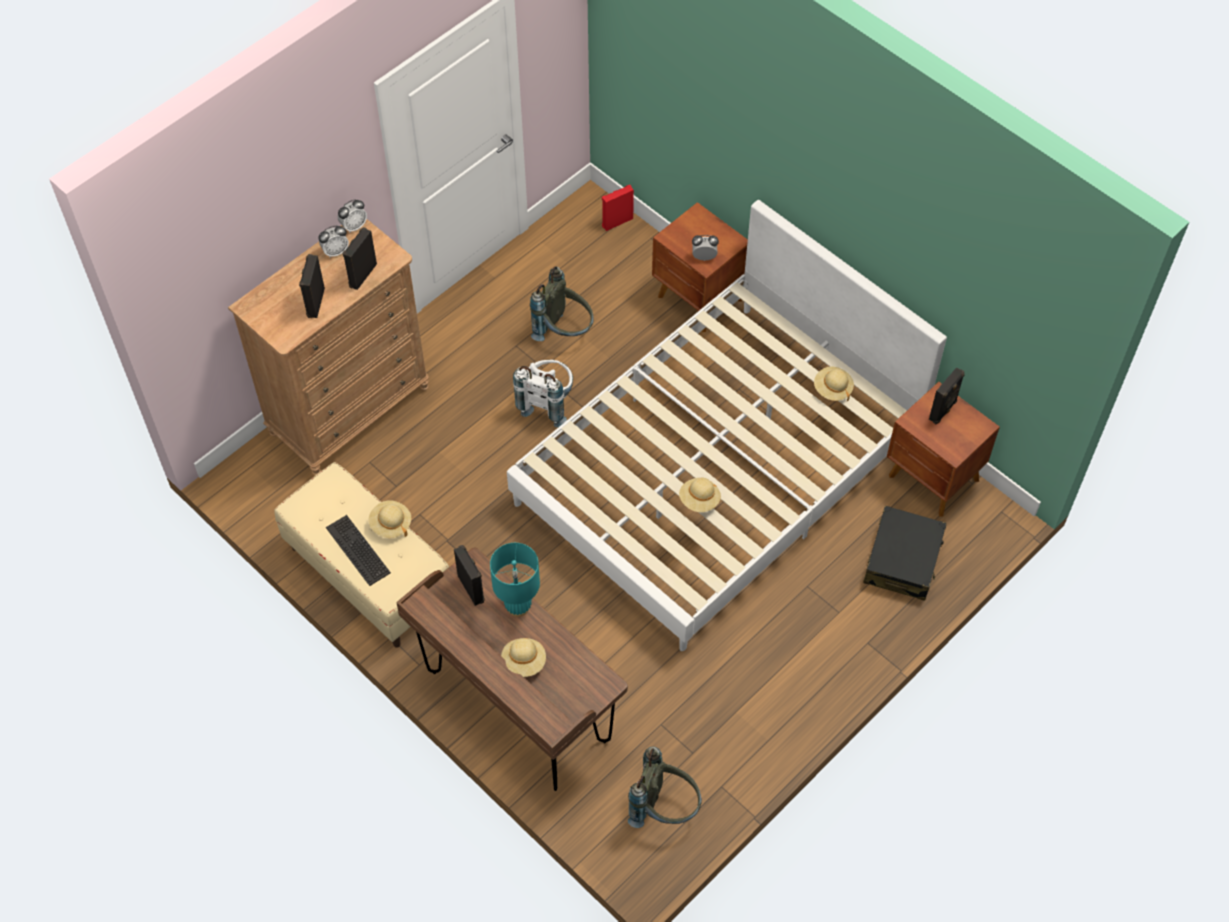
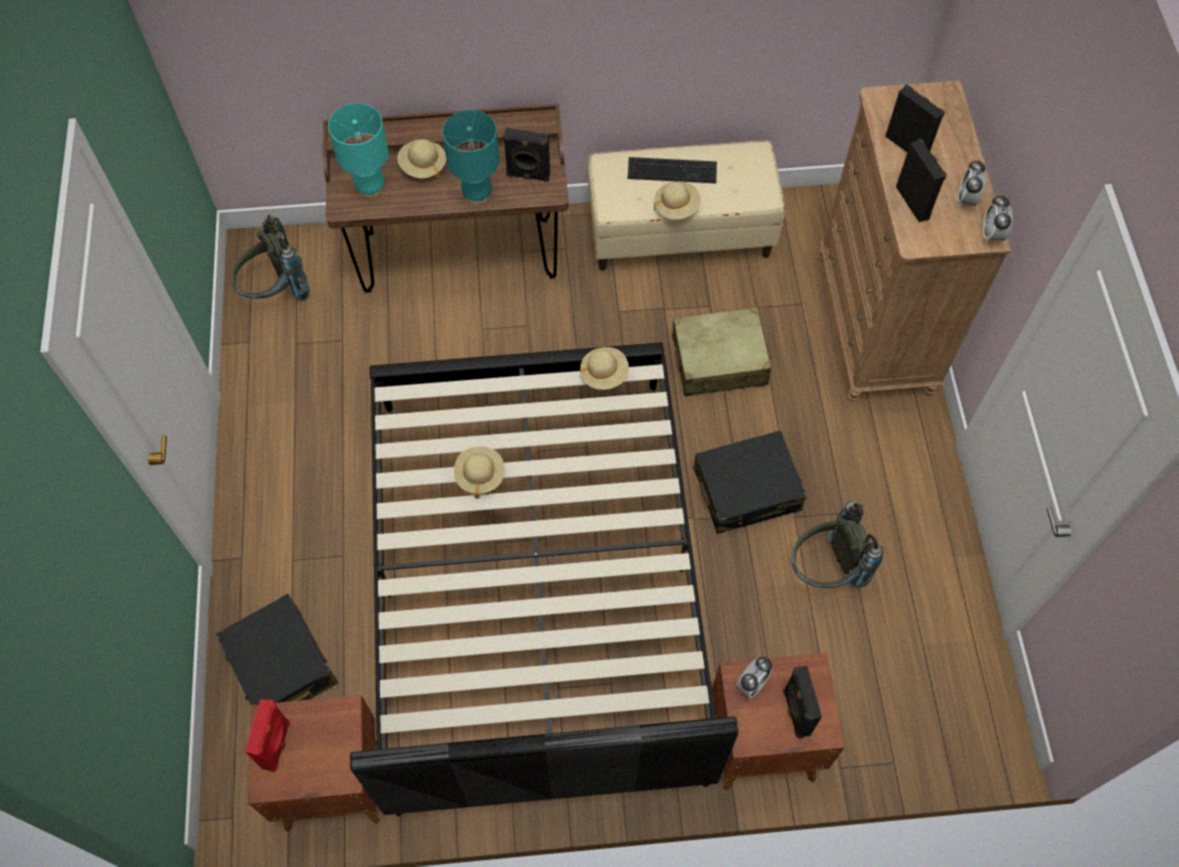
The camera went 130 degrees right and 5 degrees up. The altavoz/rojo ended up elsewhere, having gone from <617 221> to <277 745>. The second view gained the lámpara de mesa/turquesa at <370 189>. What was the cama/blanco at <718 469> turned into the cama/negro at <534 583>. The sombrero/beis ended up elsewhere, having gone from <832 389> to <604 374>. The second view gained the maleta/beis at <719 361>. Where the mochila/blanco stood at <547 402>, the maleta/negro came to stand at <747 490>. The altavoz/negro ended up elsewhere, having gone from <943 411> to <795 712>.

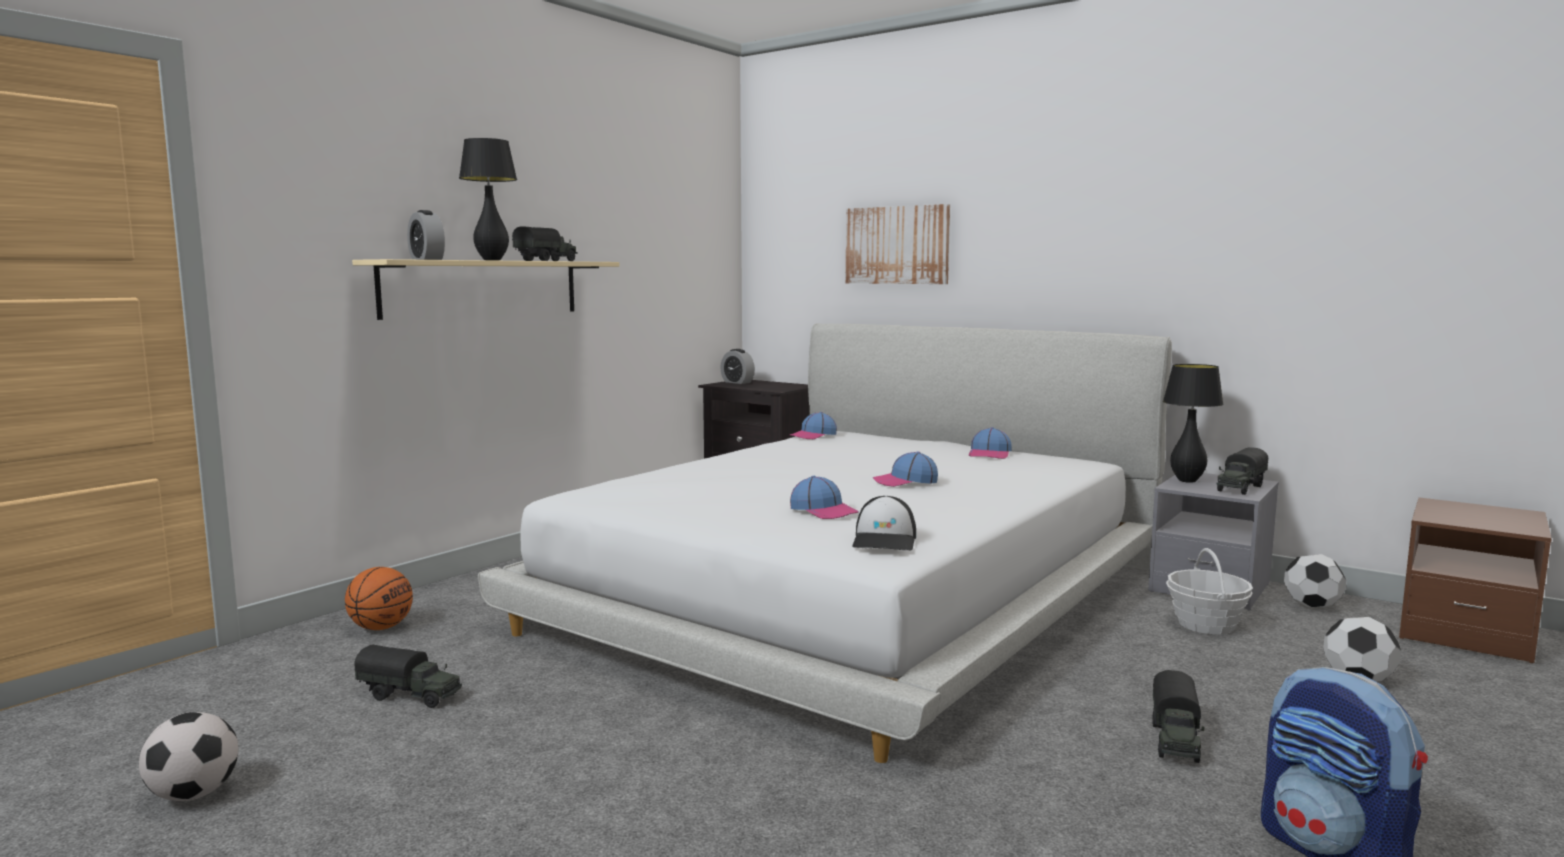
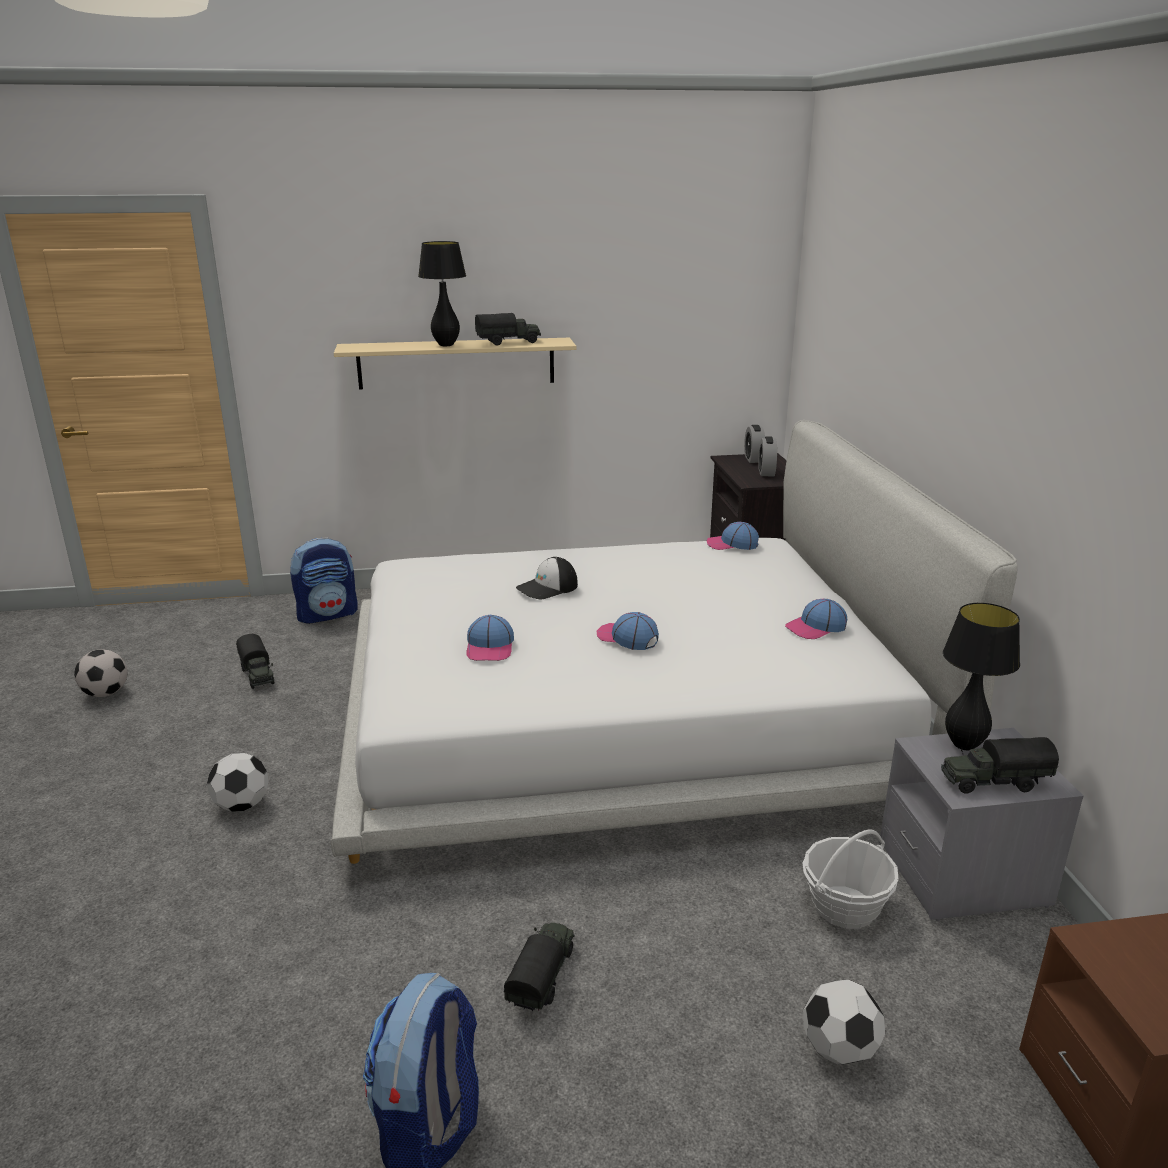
The camera went 45 degrees right and 15 degrees up. The balón de fútbol ended up elsewhere, having gone from <1312 606> to <242 805>. Where the balón de baloncesto stood at <381 628>, the mochila came to stand at <328 614>. The camión de juguete at <1175 740> ended up facing another way, 135 degrees clockwise from before. The gorra ended up elsewhere, having gone from <885 540> to <547 588>. The despertador ended up elsewhere, having gone from <427 259> to <766 472>. The second view lost the cuadro at <897 245>.

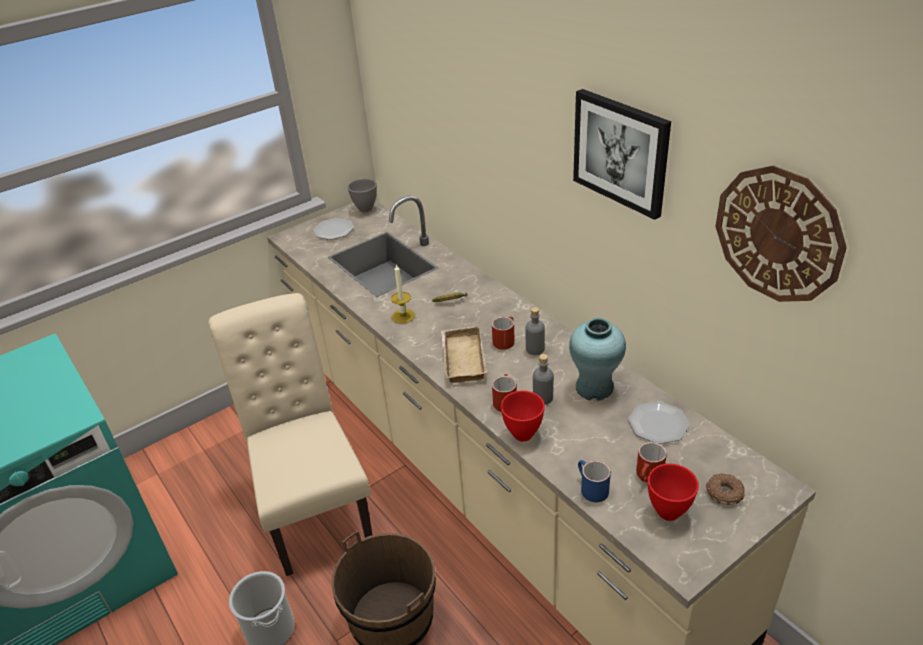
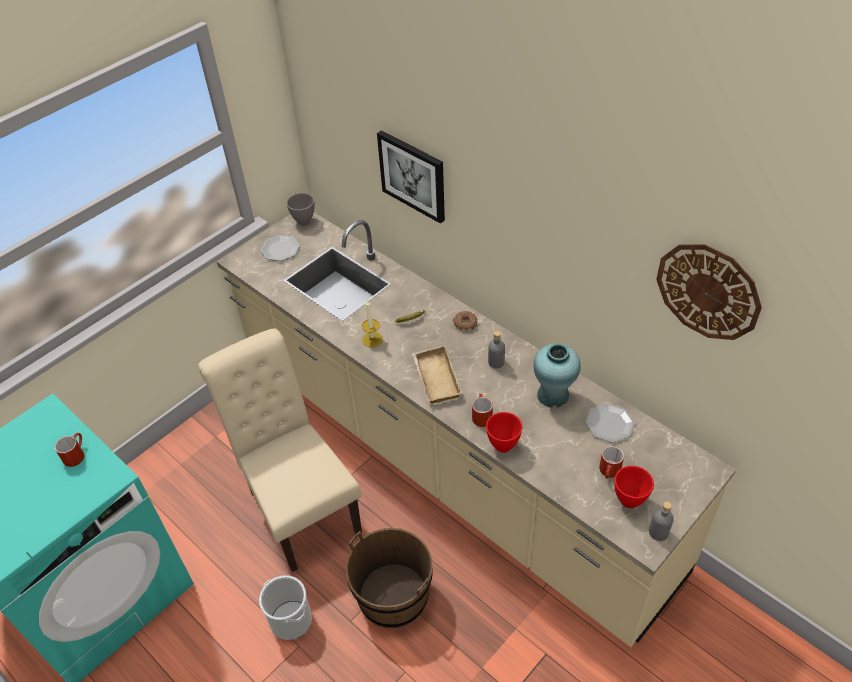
The camera went 10 degrees left and 10 degrees up. The taza grande/rojo ended up elsewhere, having gone from <504 340> to <75 454>. The cuadro ended up elsewhere, having gone from <621 152> to <413 175>. The rosquilla ended up elsewhere, having gone from <723 493> to <465 323>. The botella/gris ended up elsewhere, having gone from <543 398> to <658 532>. The second view lost the taza grande/azul at <590 488>.

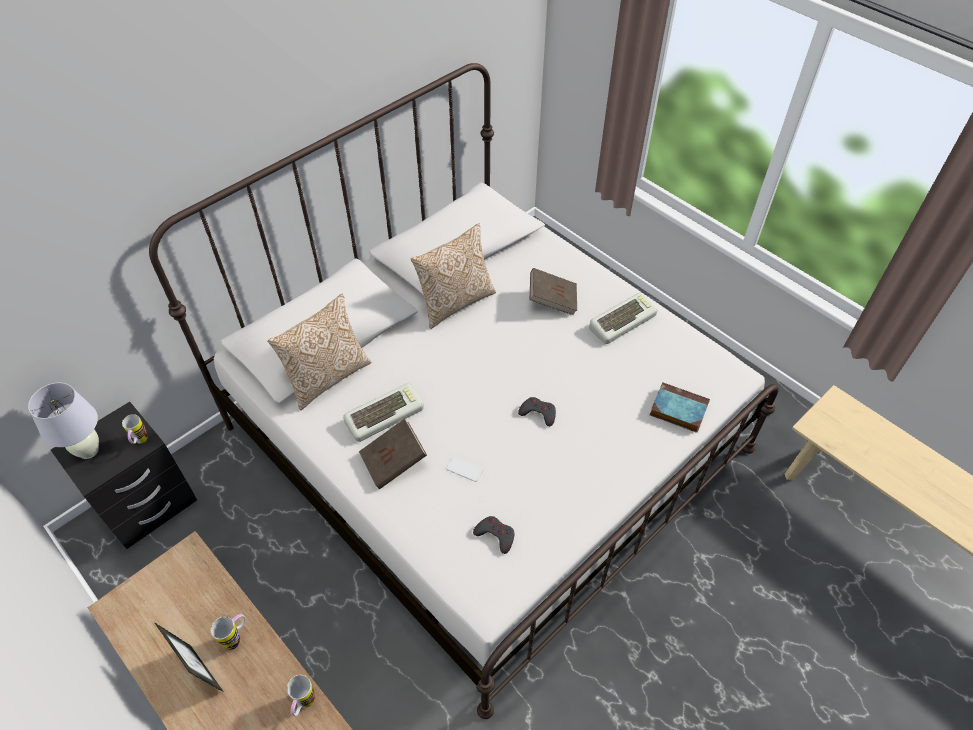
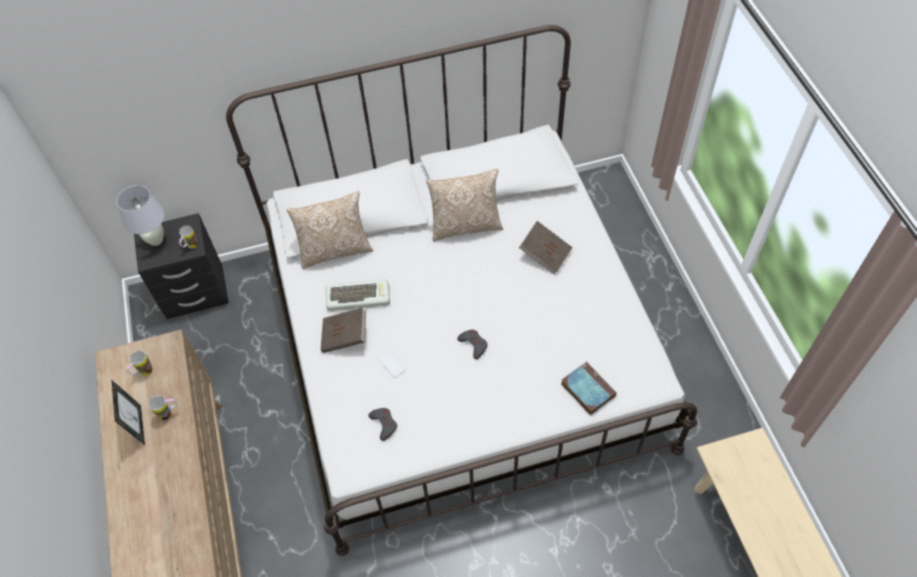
The camera went 30 degrees right and 5 degrees up. The taza grande ended up elsewhere, having gone from <304 705> to <143 373>. The second view lost the teclado at <622 321>.

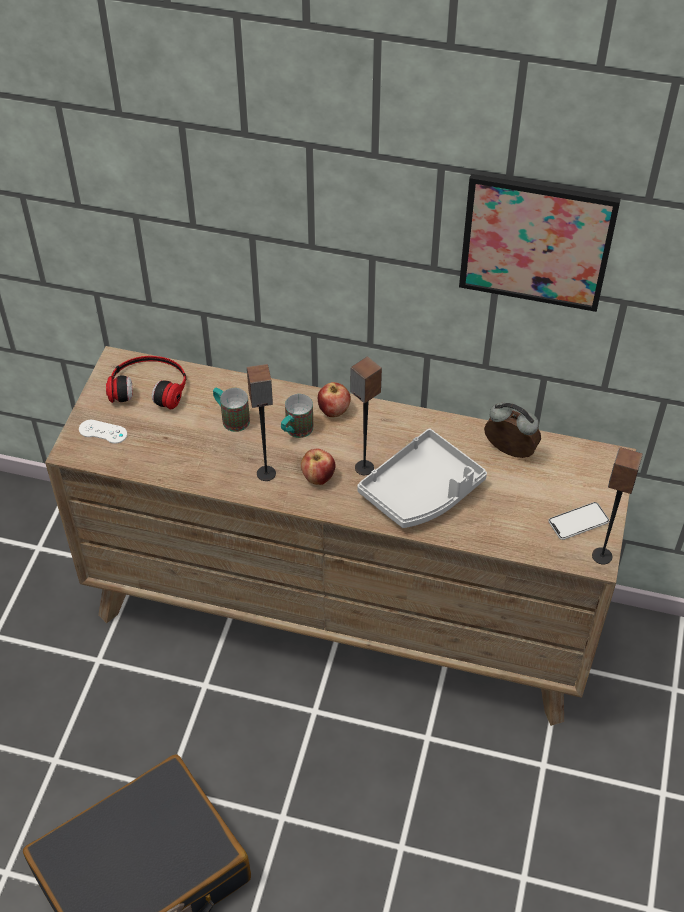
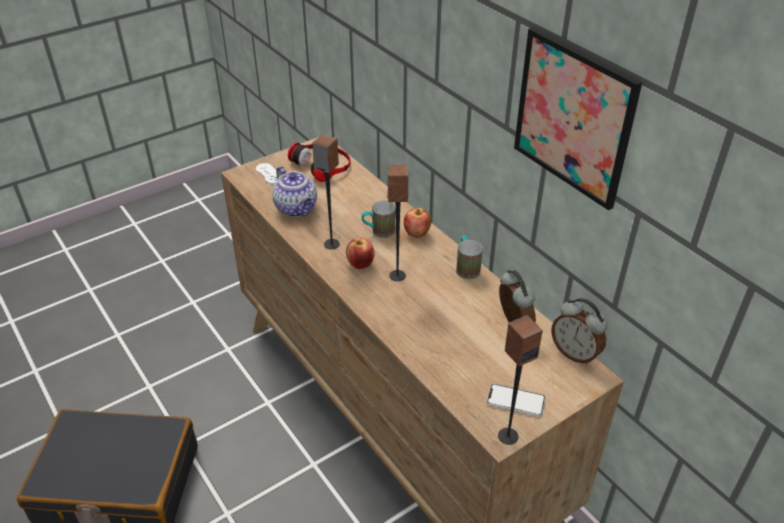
The camera went 40 degrees right and 10 degrees down. The second view gained the tetera at <297 208>. The taza grande ended up elsewhere, having gone from <231 418> to <466 267>. The second view gained the despertador at <575 353>. The second view lost the bandeja/gris at <422 491>.

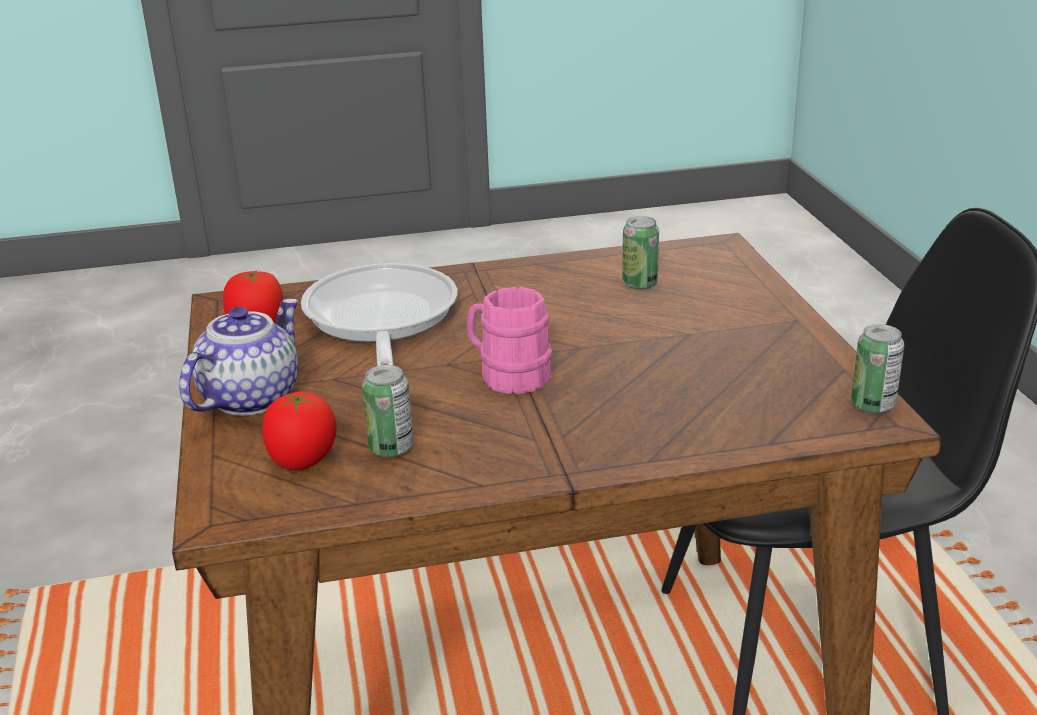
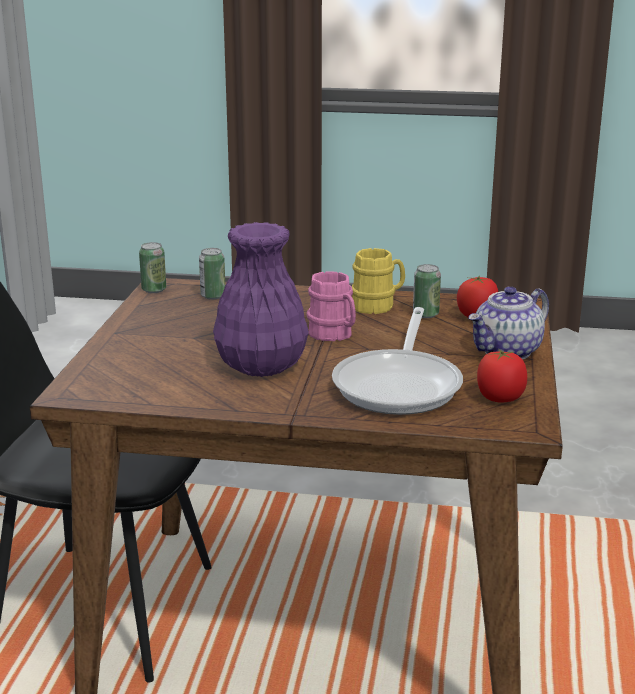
The camera went 160 degrees left and 5 degrees down. The lata ended up elsewhere, having gone from <639 284> to <213 296>. The second view gained the florero/morado at <262 366>. The second view gained the taza grande/amarillo at <378 305>.

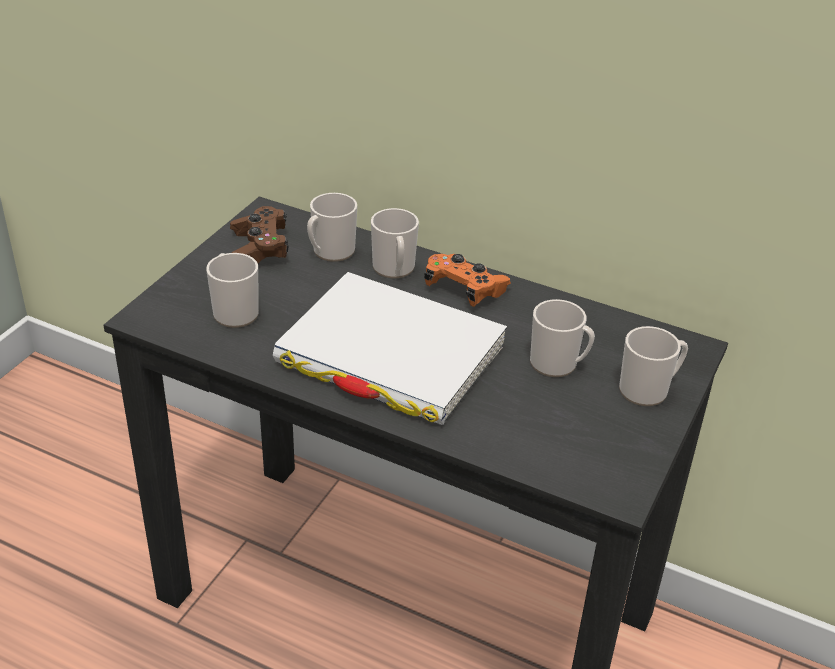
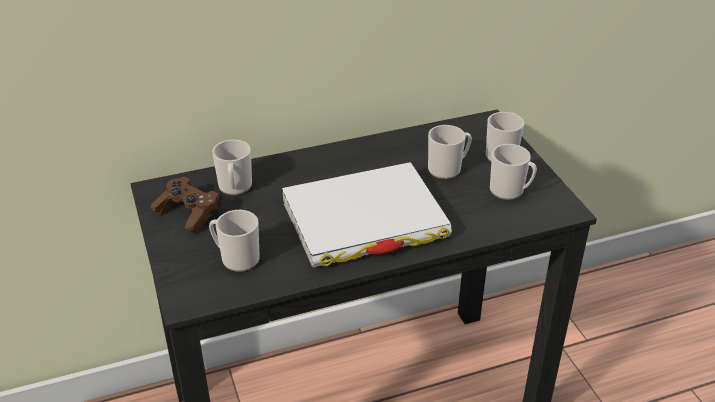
The camera went 45 degrees left and 0 degrees up. The taza grande ended up elsewhere, having gone from <394 269> to <510 191>. The second view lost the mando de consola/naranja at <464 289>.

